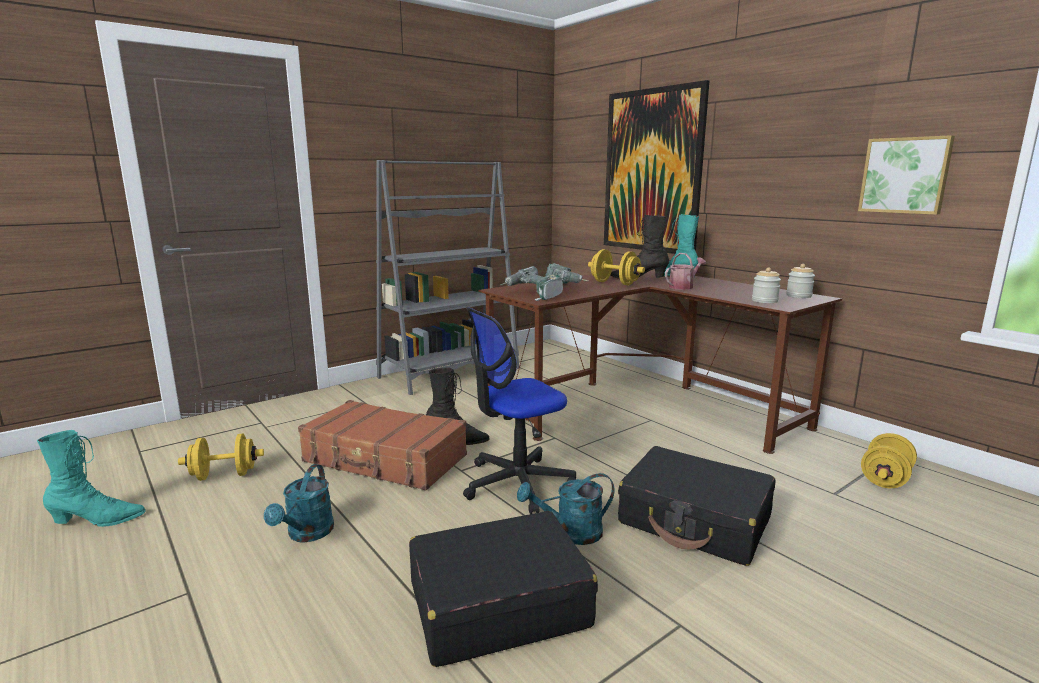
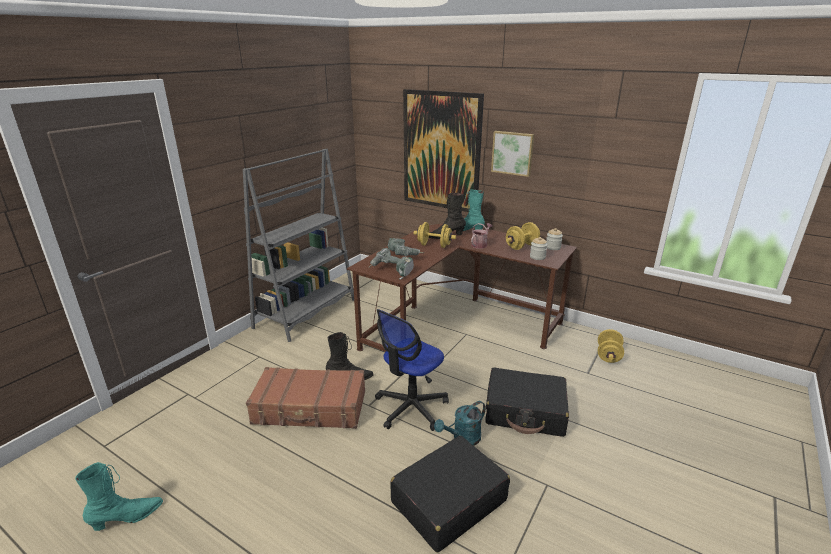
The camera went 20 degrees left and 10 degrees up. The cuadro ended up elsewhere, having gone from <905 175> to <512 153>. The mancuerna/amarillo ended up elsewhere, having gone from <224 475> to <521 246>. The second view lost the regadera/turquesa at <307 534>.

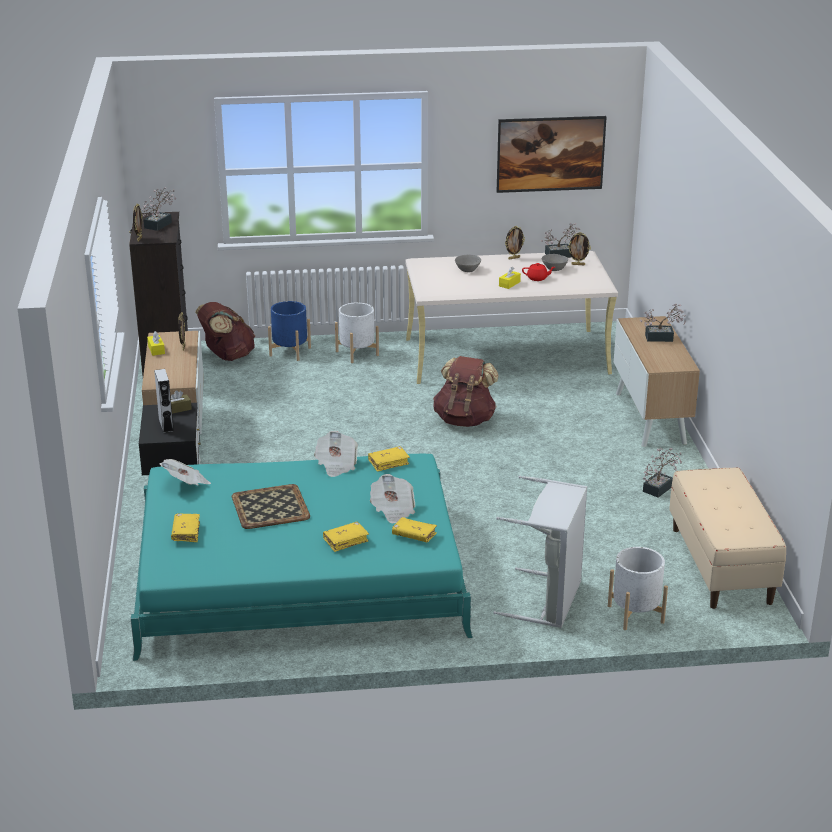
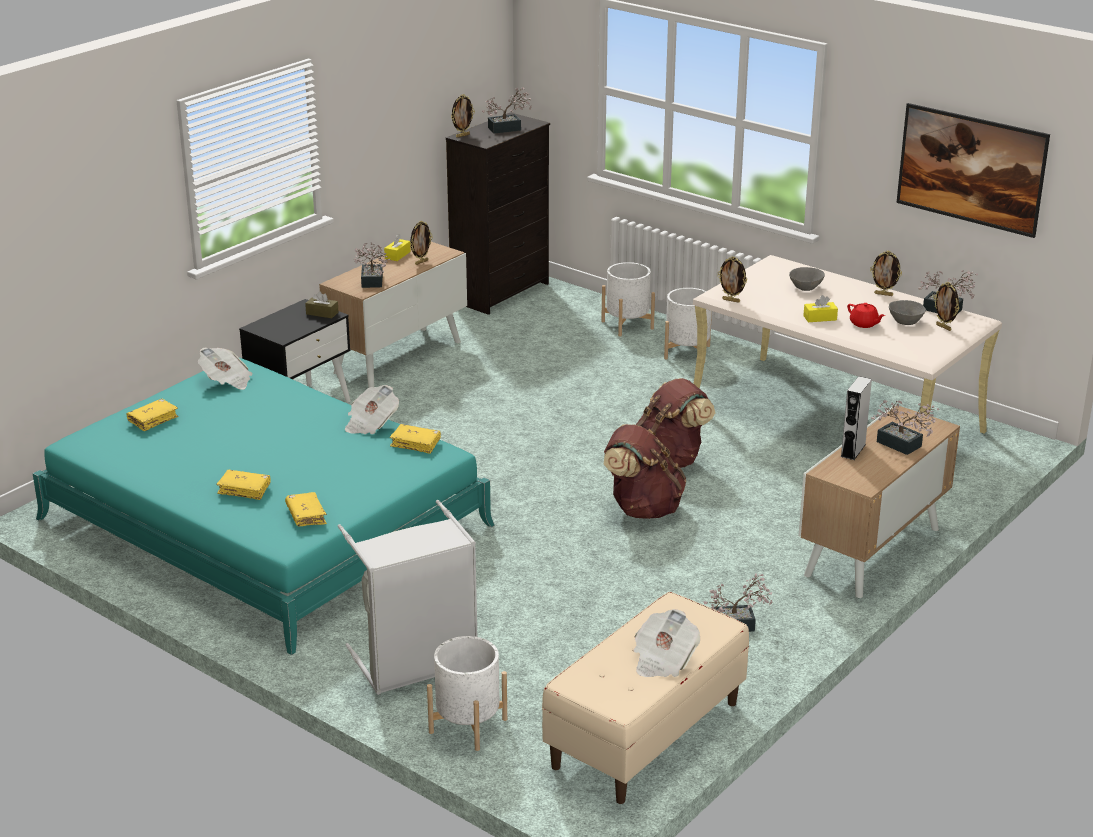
The camera went 45 degrees right and 0 degrees up. The second view gained the planta en maceta at <371 283>. What was the maceta/azul at <290 352> turned into the maceta/blanco at <627 325>. The mochila/marrón ended up elsewhere, having gone from <227 356> to <642 509>. The periódico ended up elsewhere, having gone from <393 510> to <663 660>. The second view gained the portarretratos at <731 300>. The altavoz/gris ended up elsewhere, having gone from <166 425> to <853 450>. The second view lost the bandeja at <269 507>.

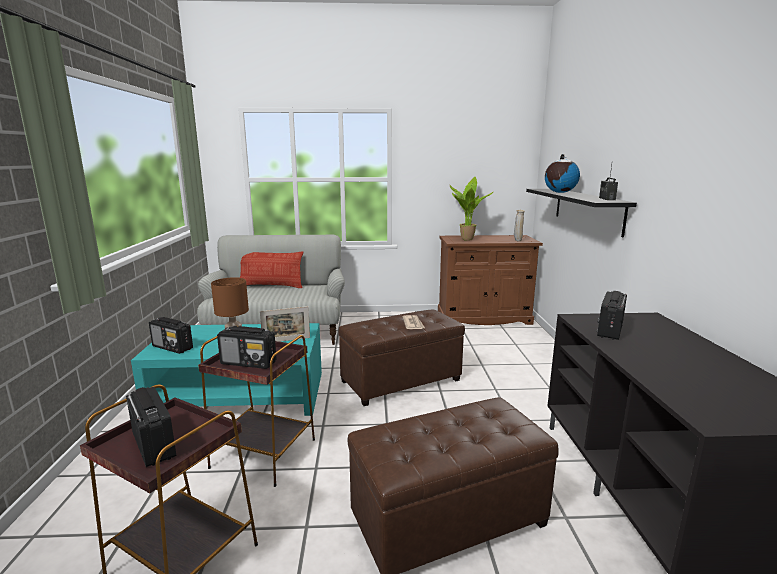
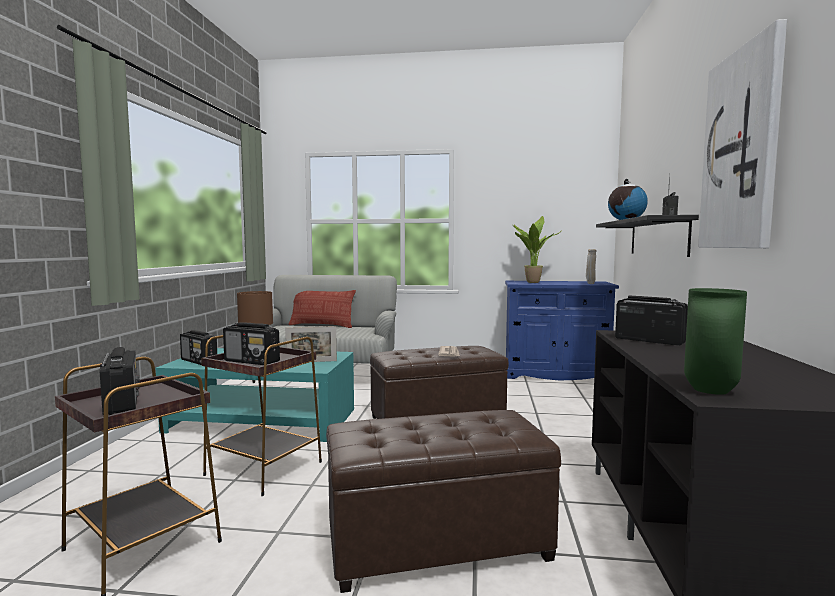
The camera went 10 degrees right and 10 degrees down. What was the armario/marrón at <483 318> turned into the armario/azul at <555 374>. The radio at <610 330> ended up facing another way, 90 degrees clockwise from before. The second view gained the florero/verde at <708 390>. The second view gained the cuadro at <742 149>.

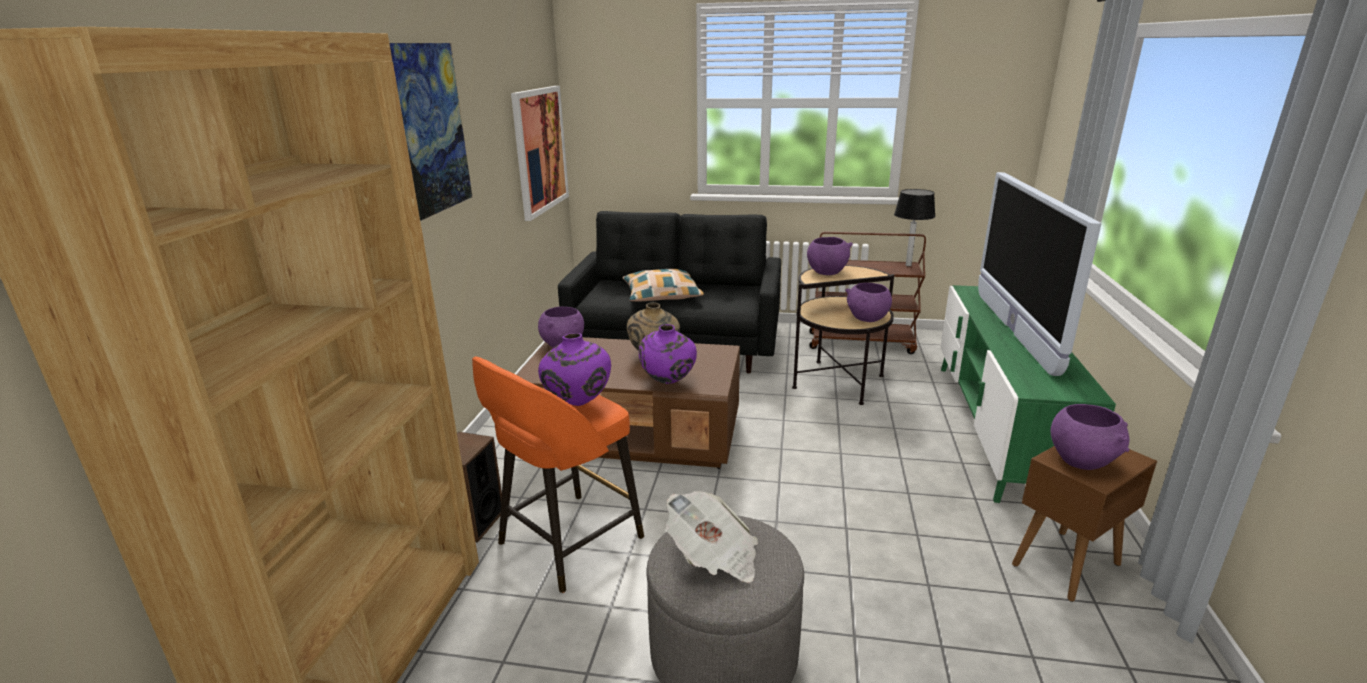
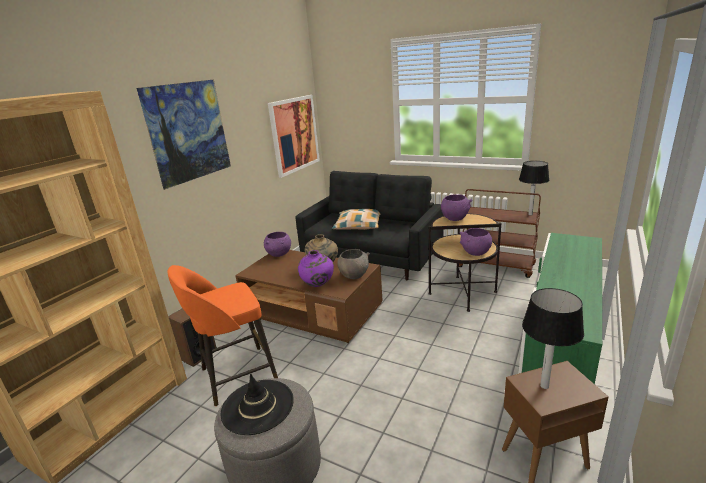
The camera went 20 degrees right and 0 degrees up. Where the periódico stood at <714 556>, the sombrero/negro came to stand at <258 406>. The second view gained the cuenco/gris at <354 275>. Where the cuenco/morado stood at <1082 460>, the lámpara de mesa came to stand at <544 385>. The second view lost the florero/morado at <578 404>. The second view lost the televisor at <1013 331>.

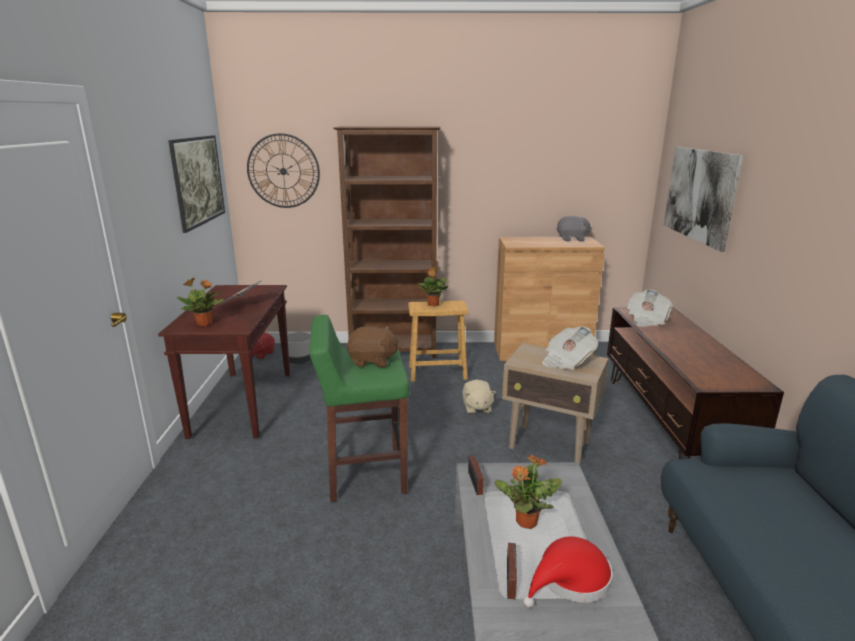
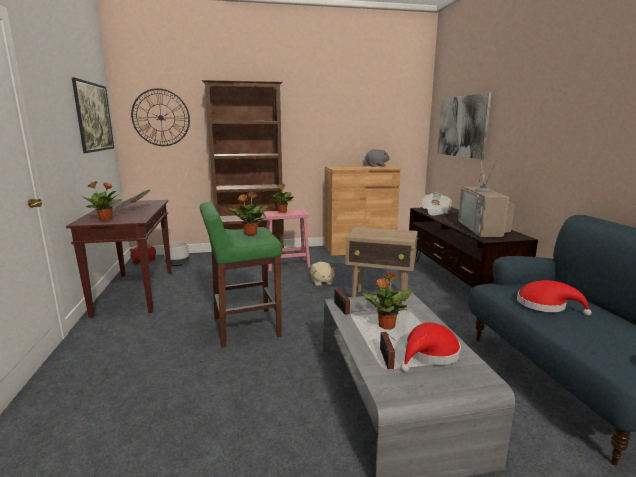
The camera went 10 degrees left and 5 degrees down. Where the peluche/marrón stood at <372 361>, the planta en maceta came to stand at <250 234>. What was the taburete/marrón at <437 372> turned into the taburete/rosa at <287 264>. The second view gained the televisor at <483 229>. The second view gained the sombrero/rojo at <545 305>. The second view lost the periódico at <566 361>.

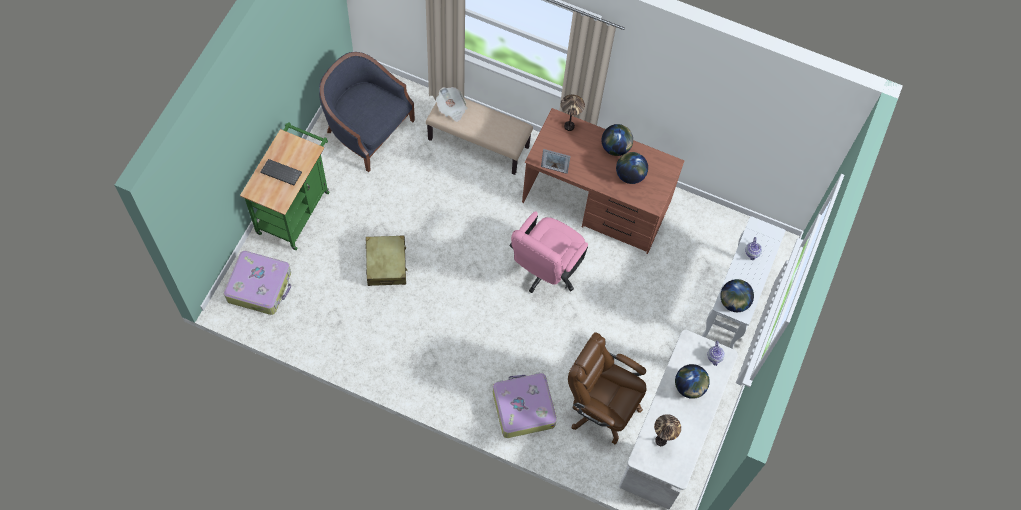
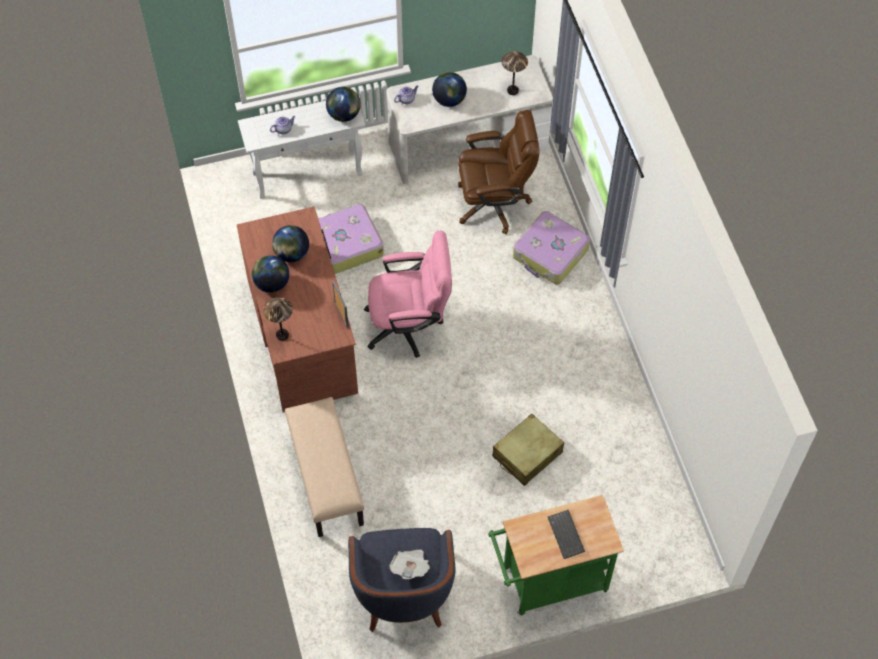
The camera went 125 degrees left and 5 degrees down. The maleta ended up elsewhere, having gone from <260 286> to <347 244>. The periódico ended up elsewhere, having gone from <451 108> to <411 567>. The silla de oficina/marrón at <601 407> ended up facing another way, 90 degrees counterclockwise from before.

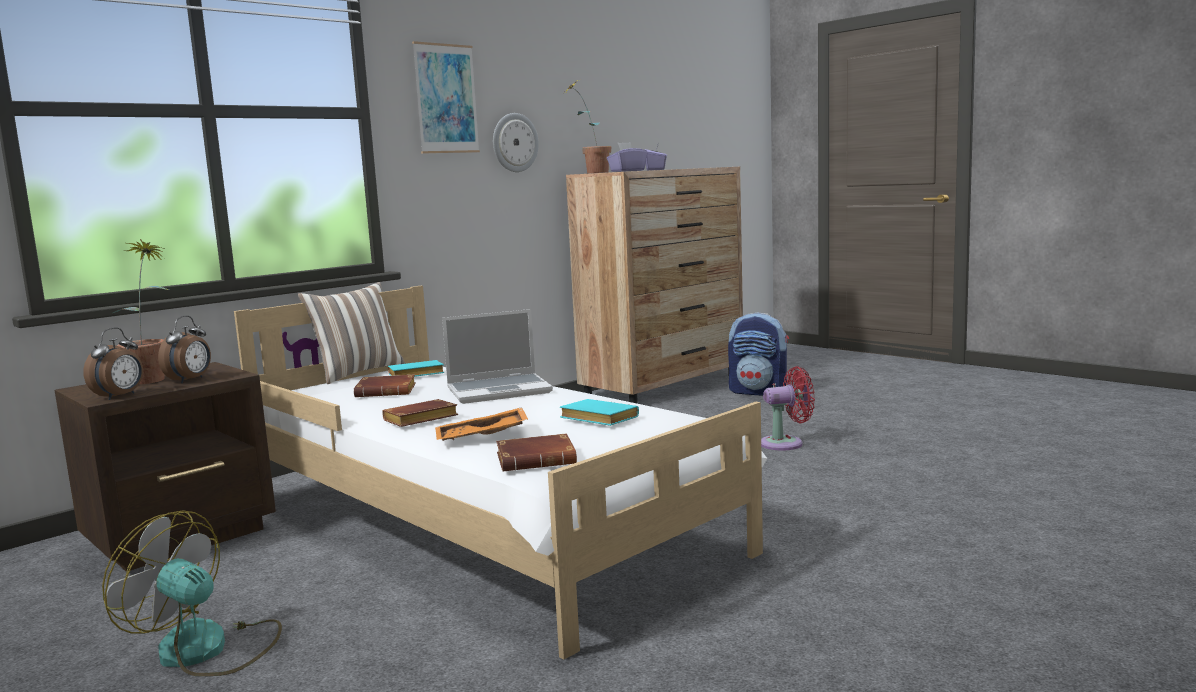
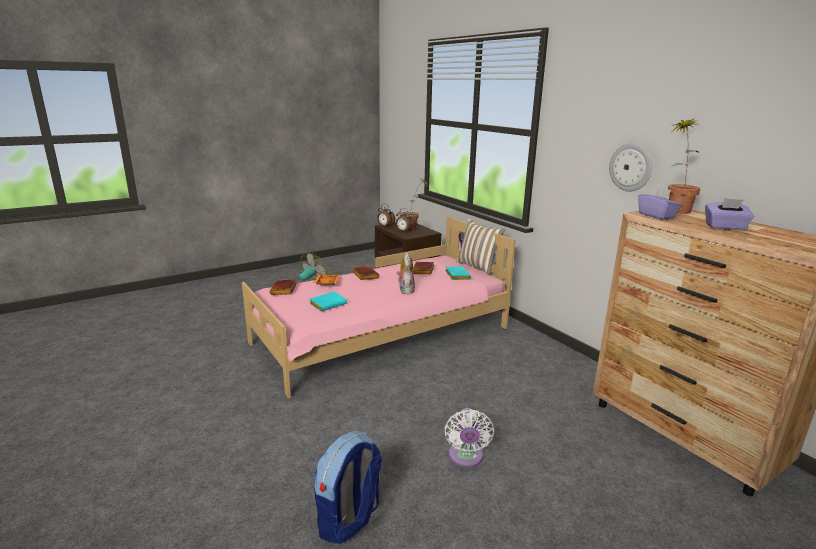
The camera went 100 degrees right and 10 degrees up. What was the cama/blanco at <484 521> turned into the cama/rosa at <382 336>. The mochila ended up elsewhere, having gone from <759 392> to <349 520>. Where the portátil stood at <500 390>, the peluche came to stand at <405 290>. What was the ventilador/rojo at <786 443> turned into the ventilador/blanco at <465 457>. The second view lost the cuadro at <446 99>.

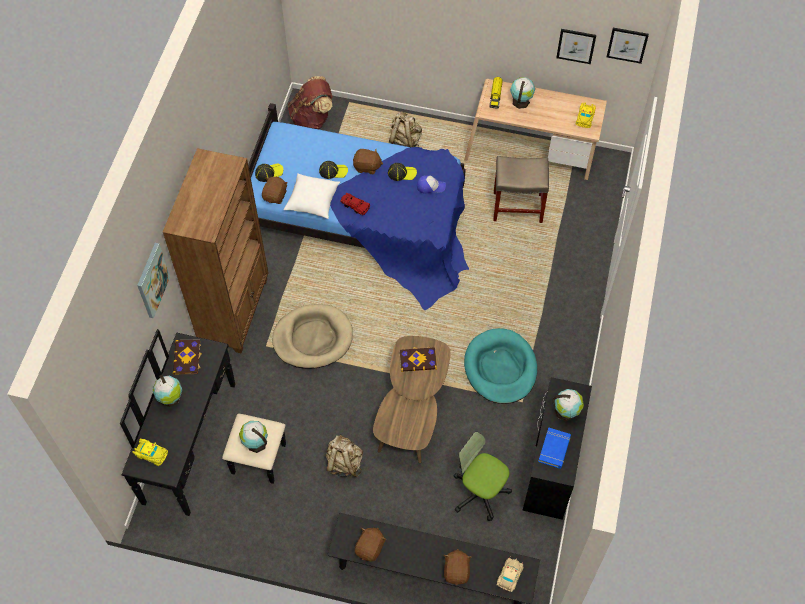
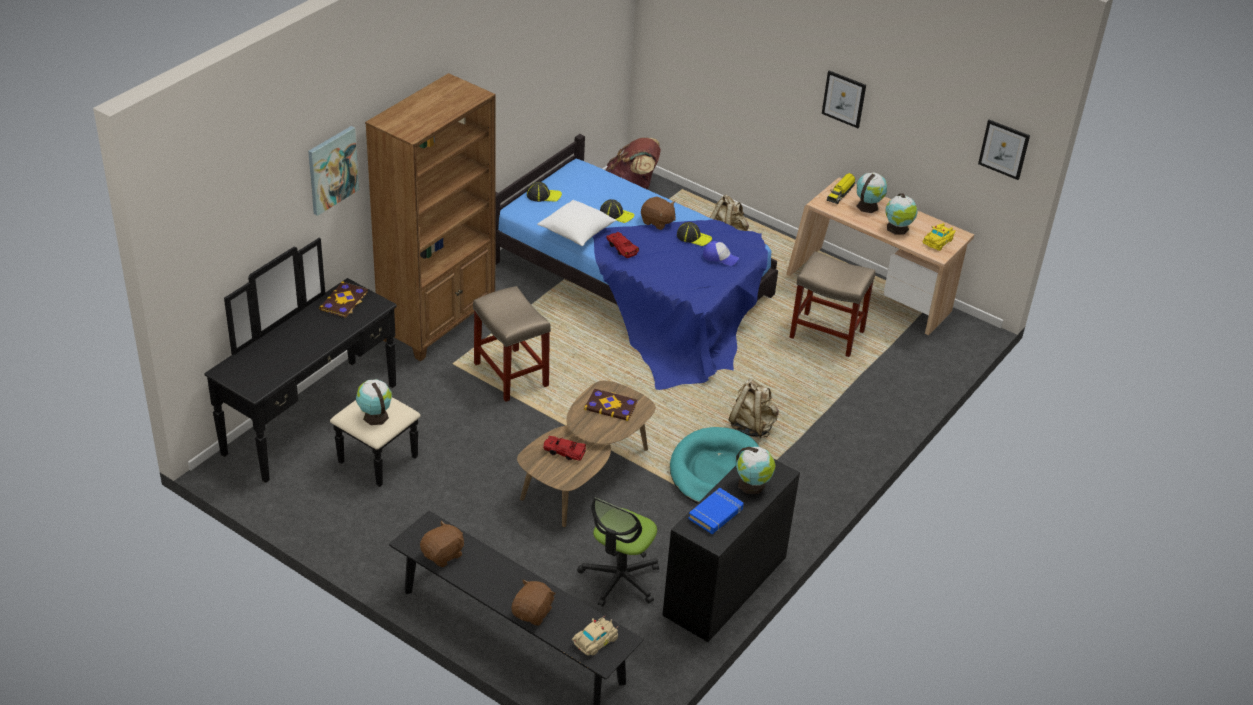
The camera went 20 degrees right and 20 degrees down. Where the cama para perro/beis stood at <313 338>, the taburete/beis came to stand at <510 374>. The second view gained the coche de juguete/rojo at <564 452>. The silla de oficina at <480 492> ended up facing another way, 120 degrees counterclockwise from before. The mochila/beis ended up elsewhere, having gone from <344 463> to <752 426>. The cuadro ended up elsewhere, having gone from <576 45> to <844 99>. The globo terráqueo ended up elsewhere, having gone from <170 398> to <897 229>. The second view lost the coche de juguete/amarillo at <151 453>. The second view lost the peluche/marrón at <275 196>.

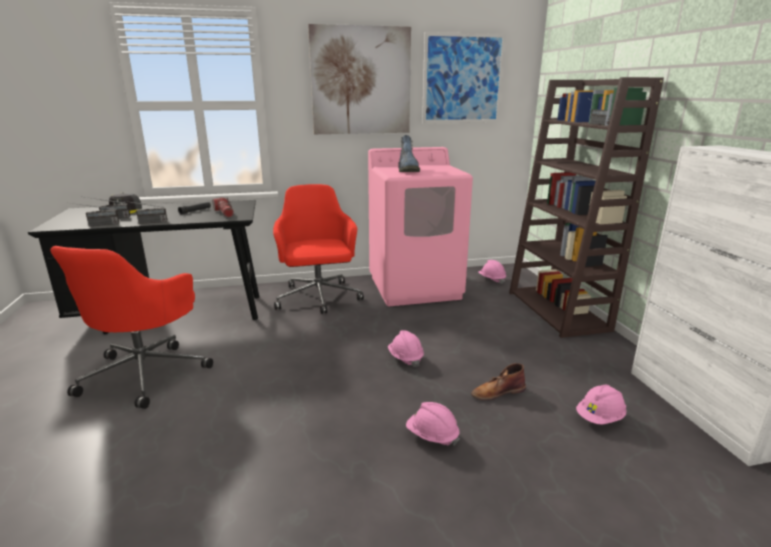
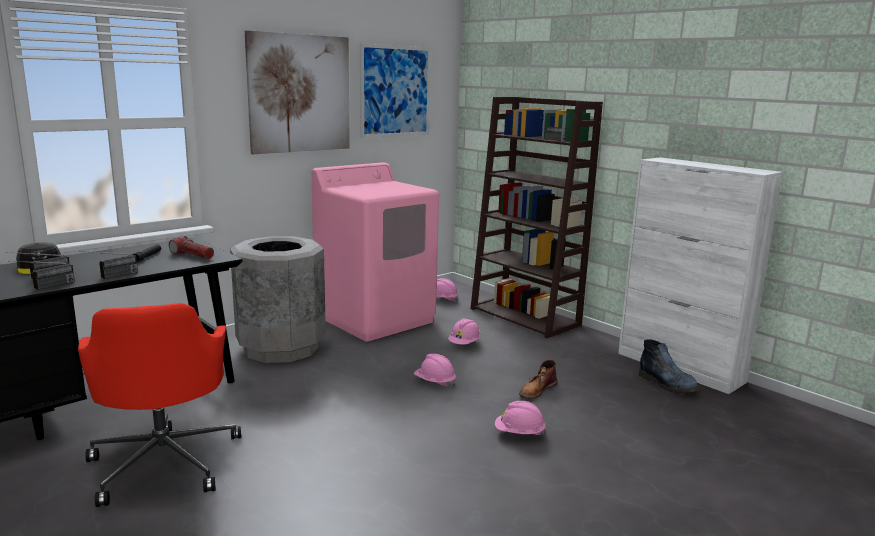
The camera went 30 degrees left and 5 degrees down. Where the silla de oficina/rojo stood at <318 298>, the papelera/gris came to stand at <281 347>. The casco/rosa ended up elsewhere, having gone from <600 418> to <464 344>. The bota ended up elsewhere, having gone from <408 171> to <668 385>.

